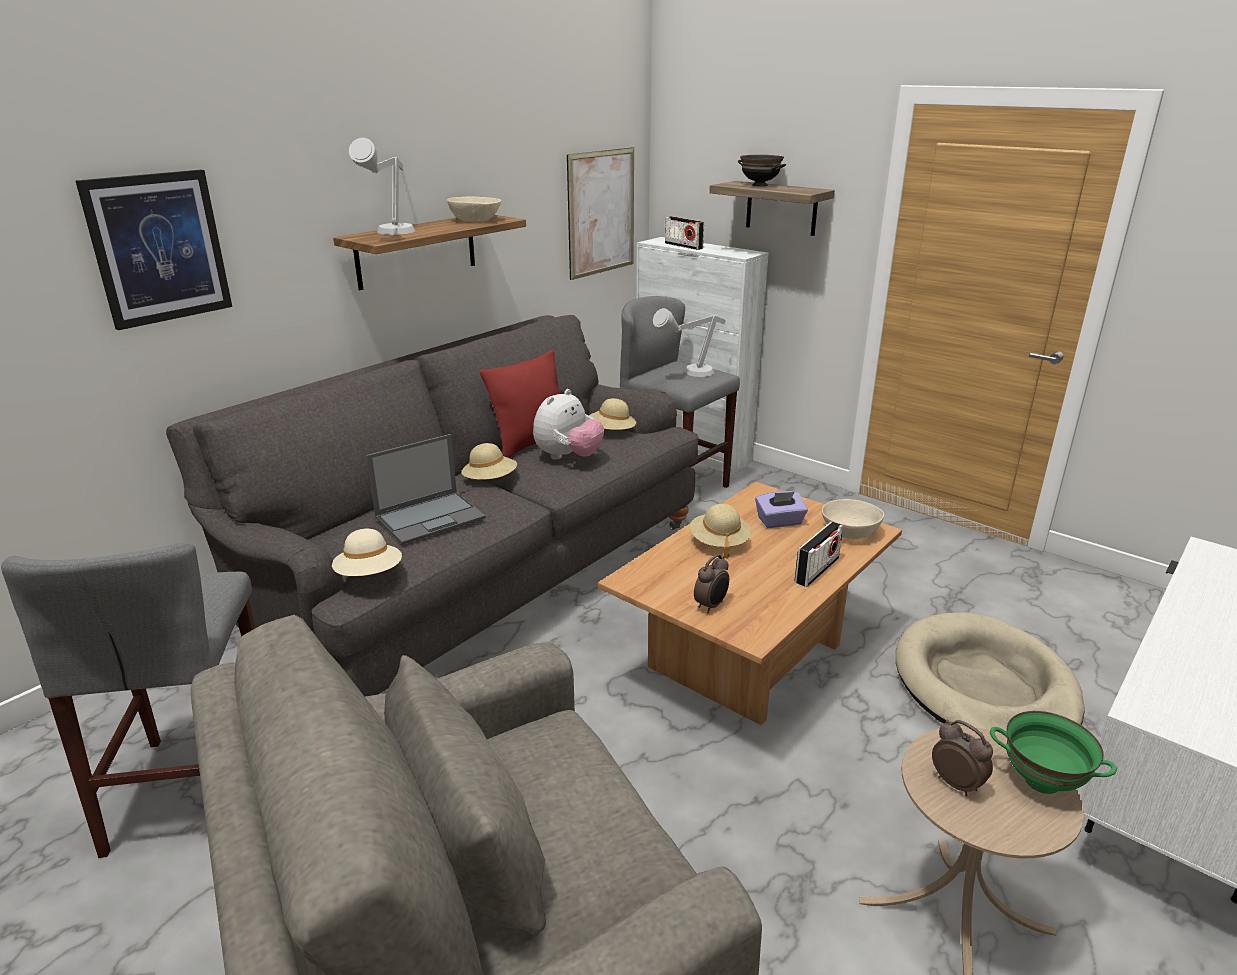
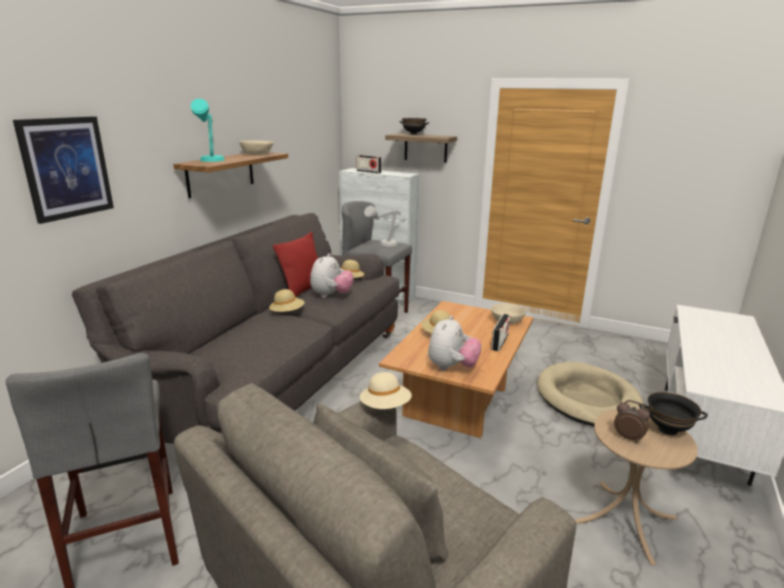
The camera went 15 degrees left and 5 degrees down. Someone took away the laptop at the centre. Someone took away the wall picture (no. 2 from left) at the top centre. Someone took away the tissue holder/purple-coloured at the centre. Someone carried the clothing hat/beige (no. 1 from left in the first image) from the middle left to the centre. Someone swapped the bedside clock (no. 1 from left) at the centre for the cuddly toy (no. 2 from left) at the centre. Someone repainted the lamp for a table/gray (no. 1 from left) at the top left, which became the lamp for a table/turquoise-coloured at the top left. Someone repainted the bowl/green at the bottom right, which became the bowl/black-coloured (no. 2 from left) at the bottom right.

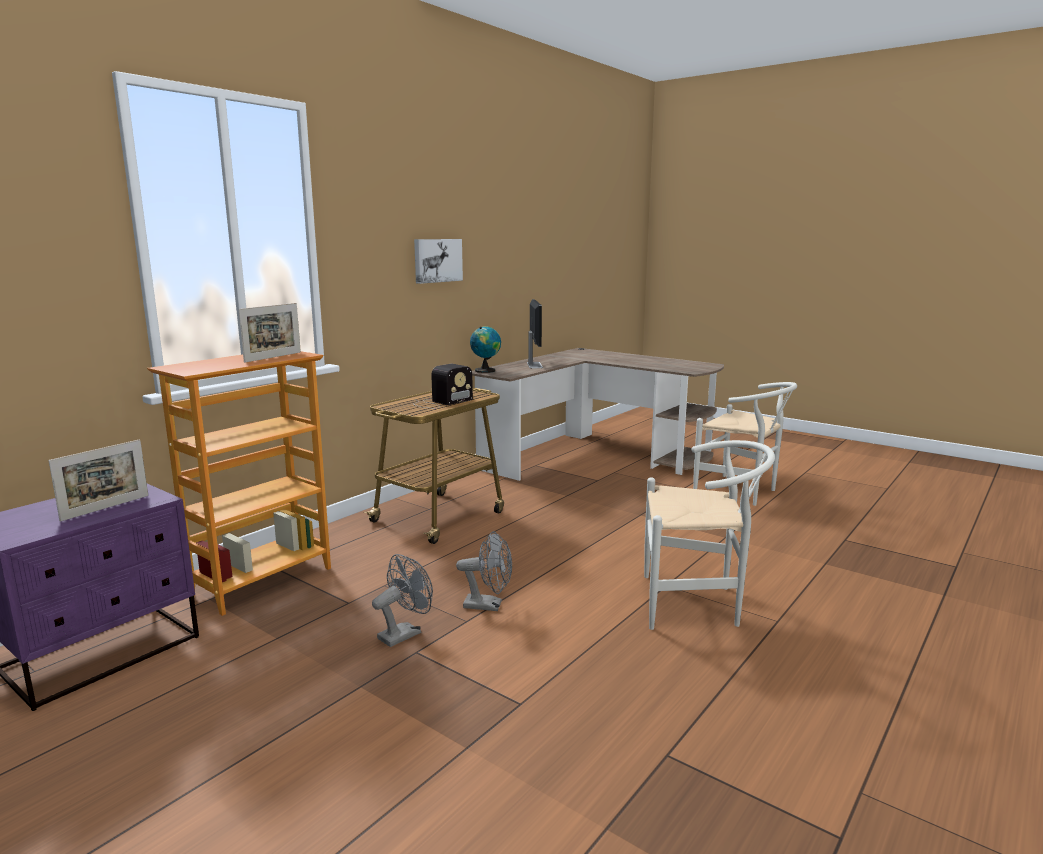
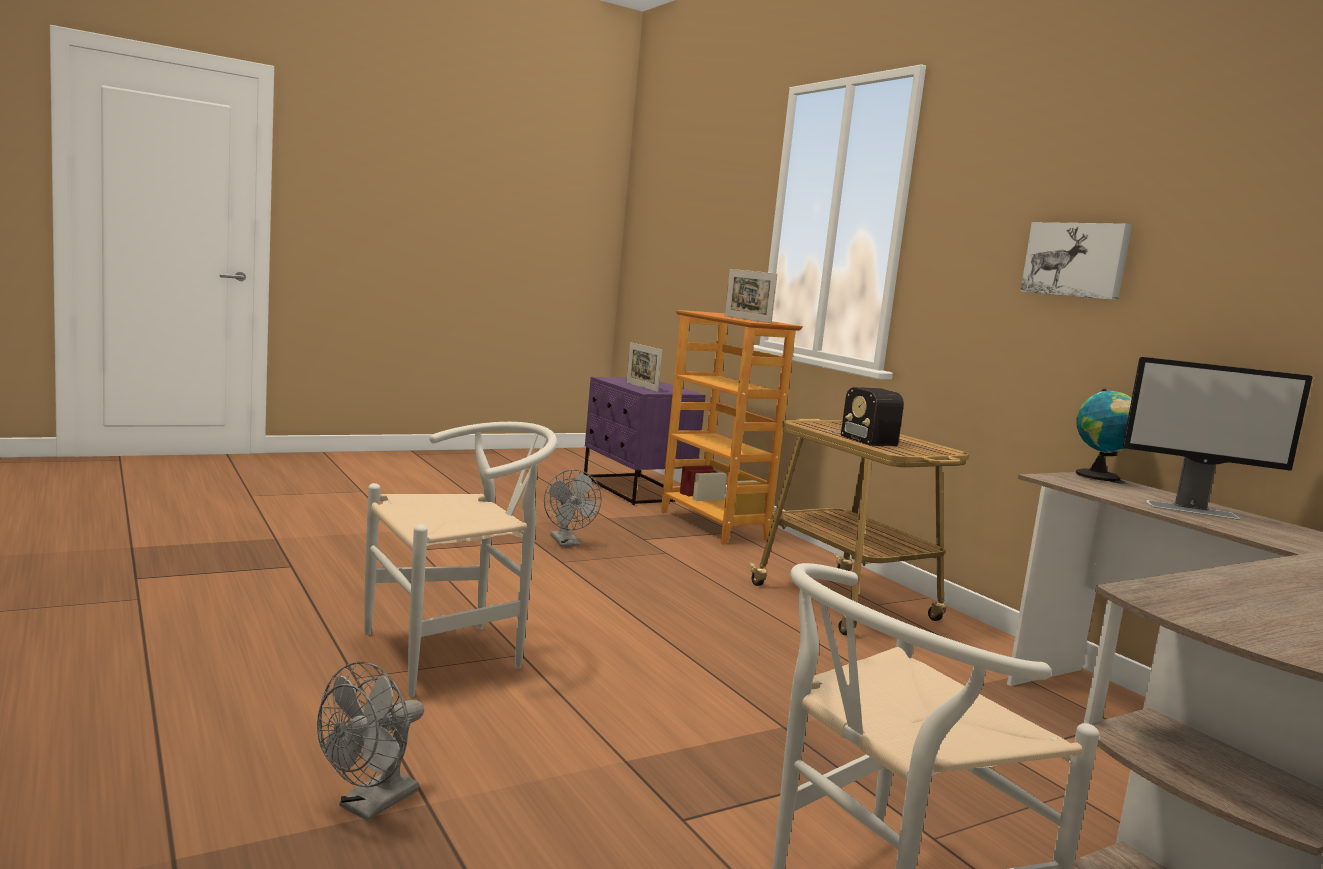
The camera went 110 degrees right and 5 degrees down. Someone carried the fan/gray (no. 2 from left in the first image) from the bottom centre to the bottom left. Someone rotated the plain chair/white (no. 1 from left) at the middle right by 150 degrees counterclockwise.

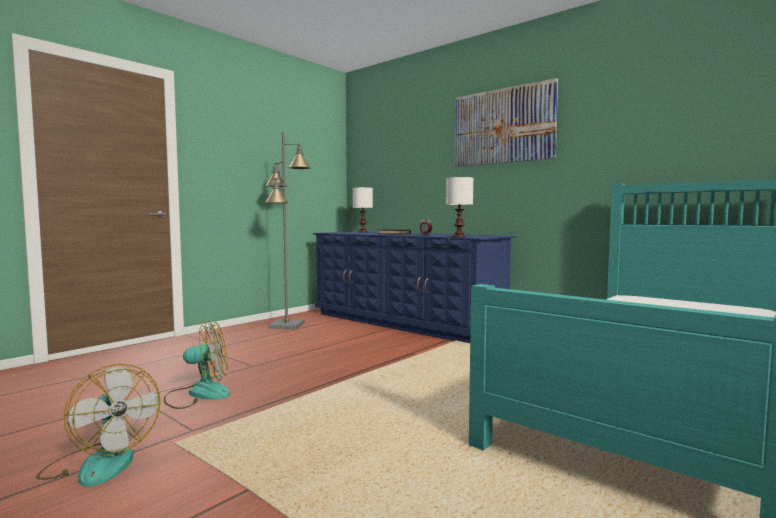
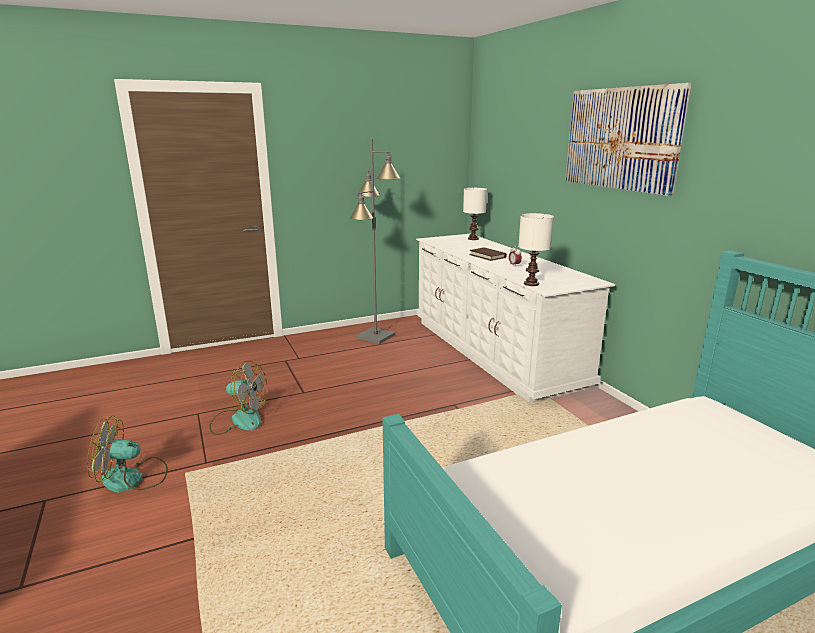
The camera went 25 degrees right and 15 degrees up. Someone repainted the dresser/blue at the centre, which became the dresser/white at the centre. Someone rotated the fan (no. 1 from left) at the bottom left by 105 degrees clockwise.

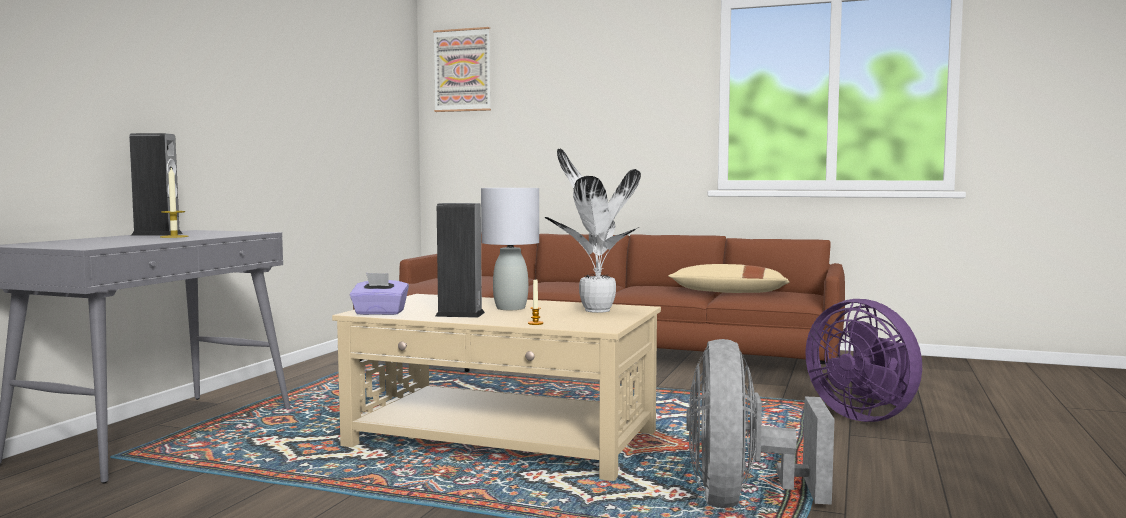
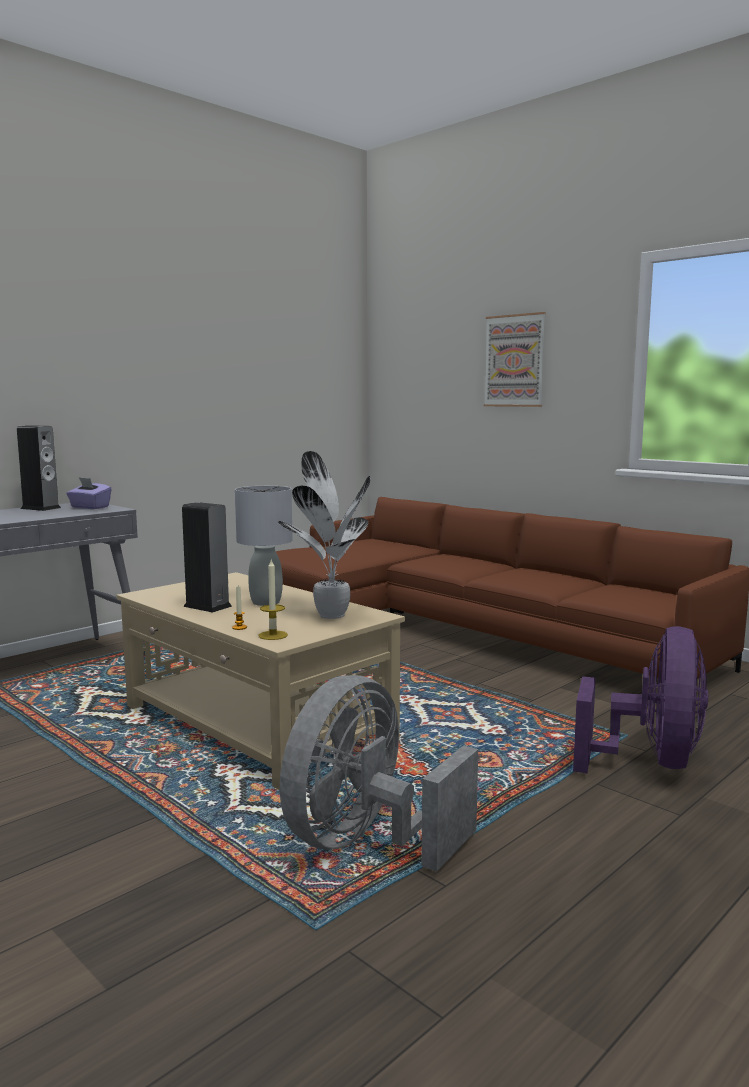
The camera went 25 degrees right and 5 degrees up. Someone took away the pillow/beige at the centre. Someone carried the candle (no. 1 from left in the first image) from the middle left to the centre. Someone carried the tissue holder/purple-coloured from the centre to the middle left. Someone carried the wall picture from the top centre to the top right. Someone rotated the fan/purple-coloured at the bottom right by 150 degrees counterclockwise.

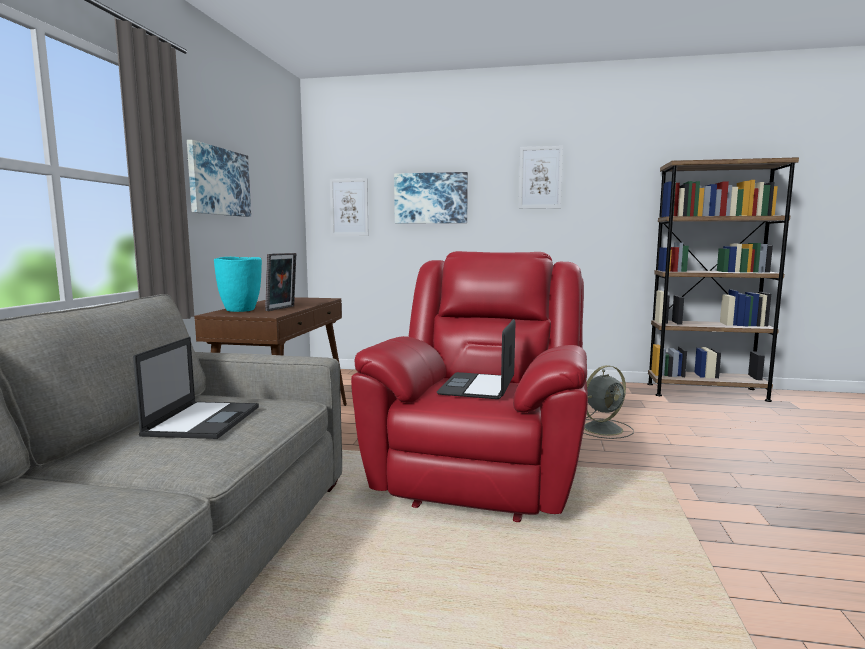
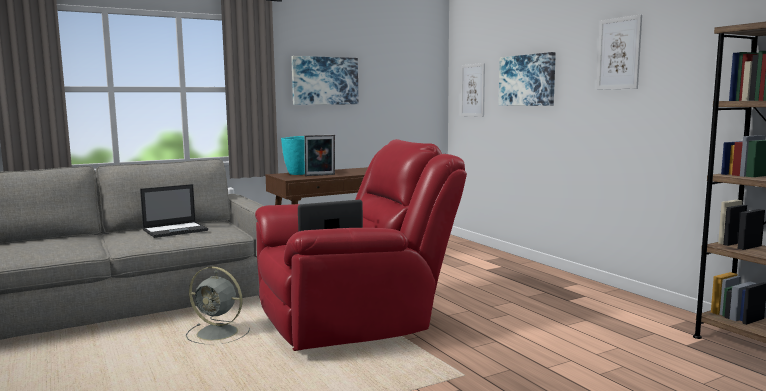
The camera went 50 degrees right and 0 degrees up. Someone carried the fan/gray from the middle right to the bottom left.

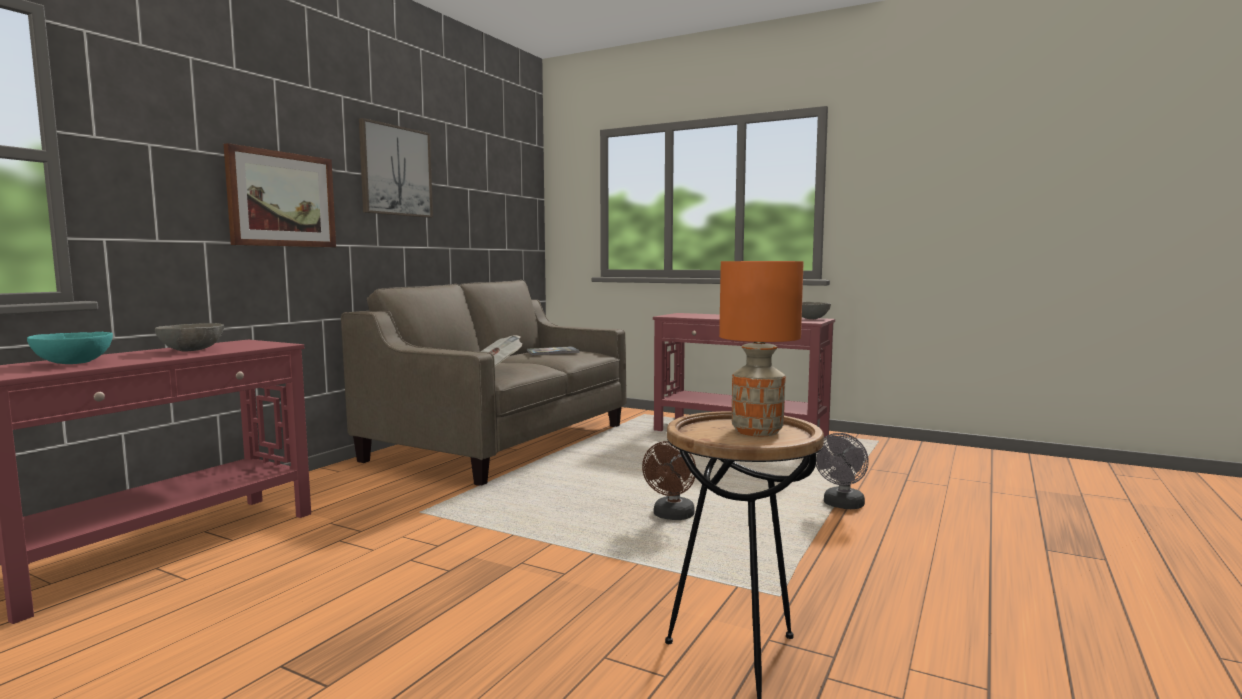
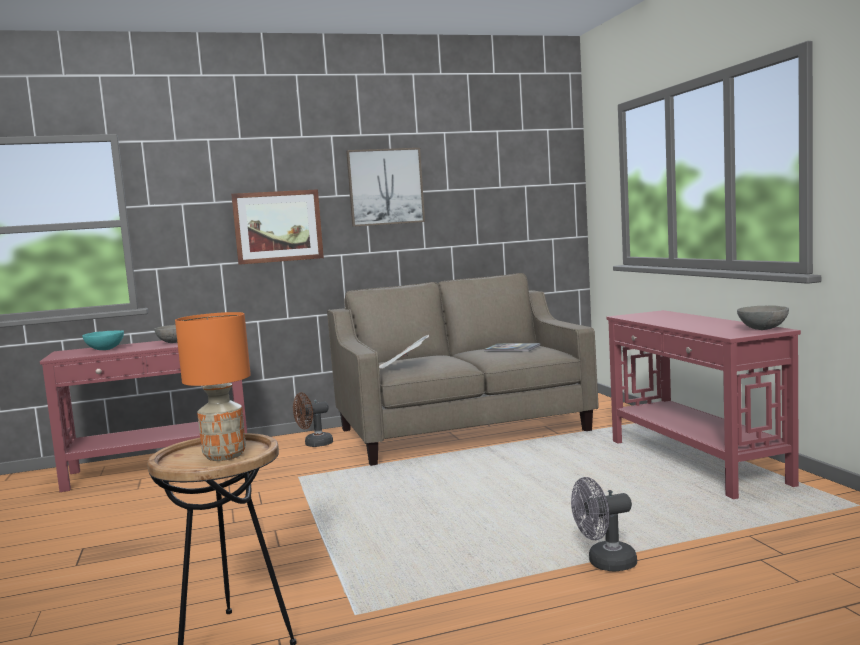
The camera went 45 degrees right and 0 degrees up. Someone carried the fan/brown from the bottom centre to the centre.

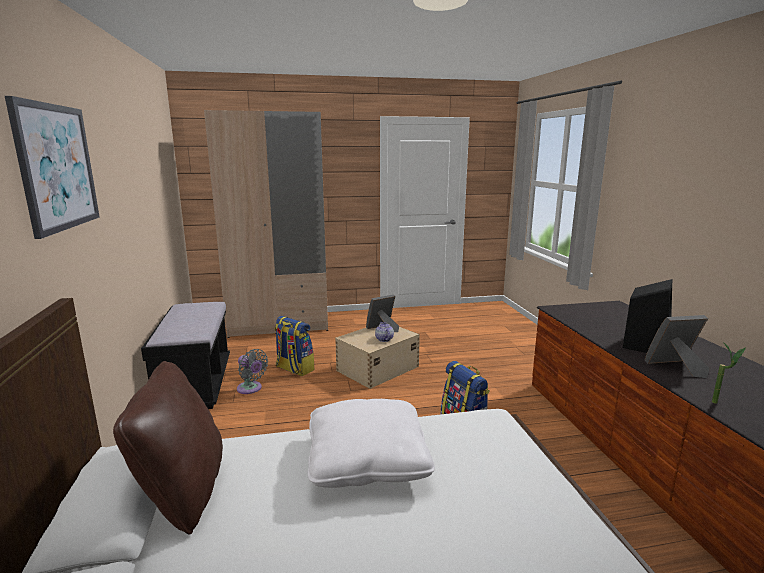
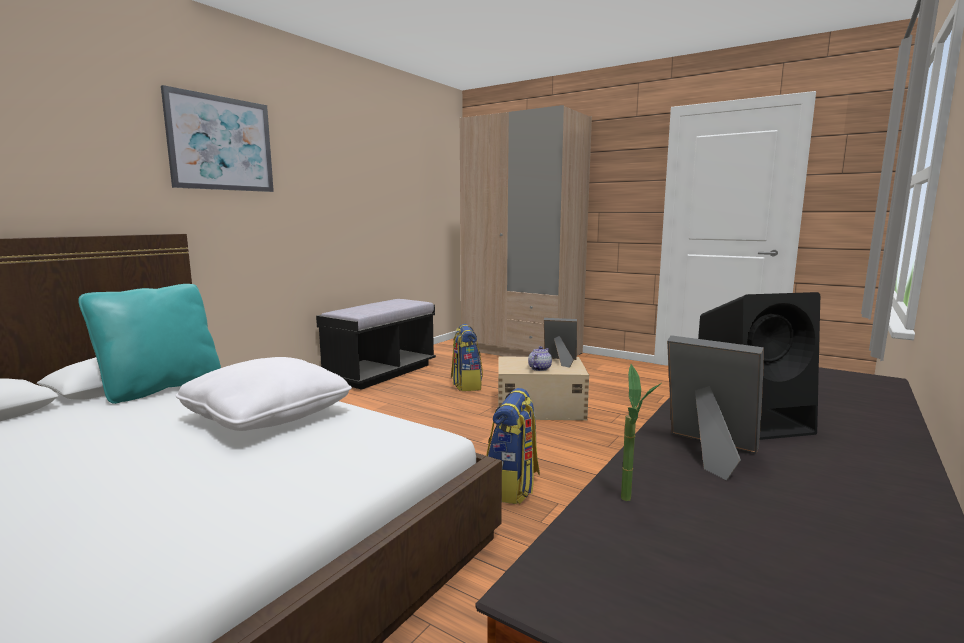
The camera went 45 degrees right and 5 degrees down. Someone took away the fan/gray at the middle left. Someone repainted the pillow/brown at the bottom left, which became the pillow/turquoise-coloured at the middle left.

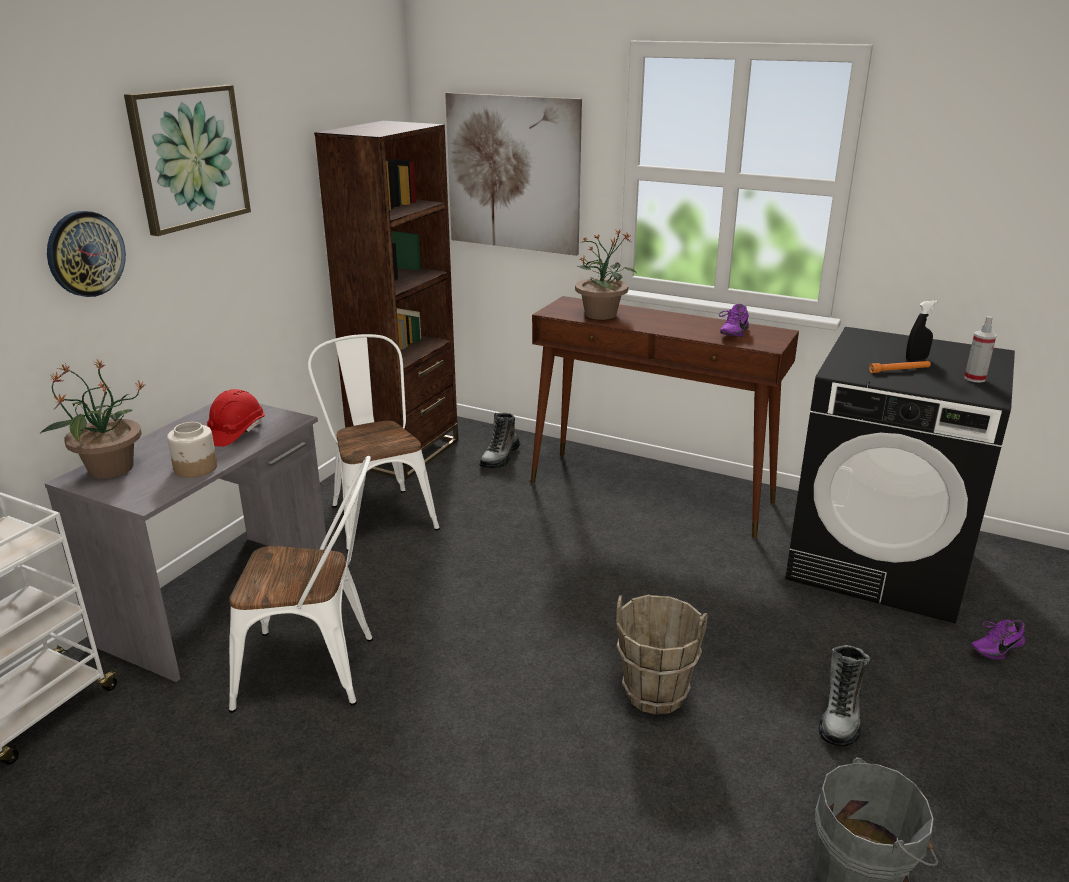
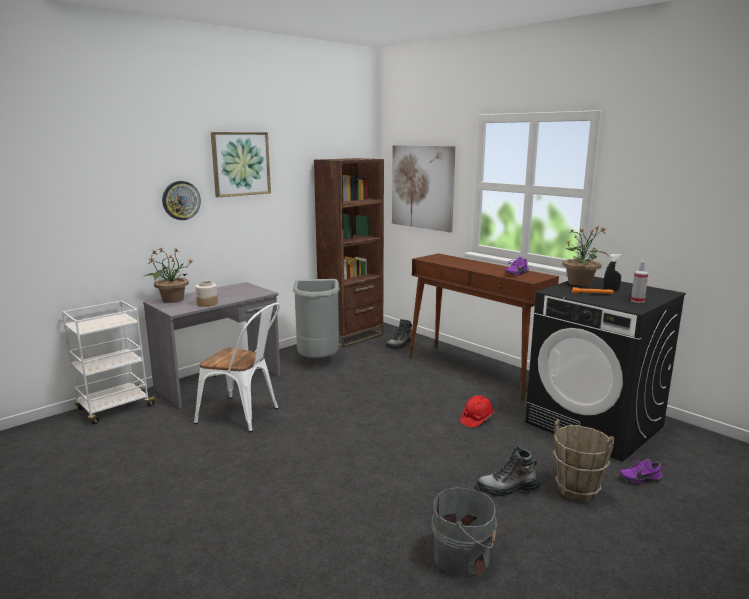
The camera went 20 degrees right and 10 degrees down. Someone carried the safety helmet/red-coloured from the middle left to the bottom centre. Someone carried the houseplant (no. 2 from left) from the top centre to the middle right. Someone carried the bucket/brown from the bottom centre to the bottom right. Someone swapped the plain chair/white (no. 2 from left) at the centre for the rubbish bin/gray at the centre. Someone rotated the boot (no. 2 from left) at the bottom right by 45 degrees clockwise.

